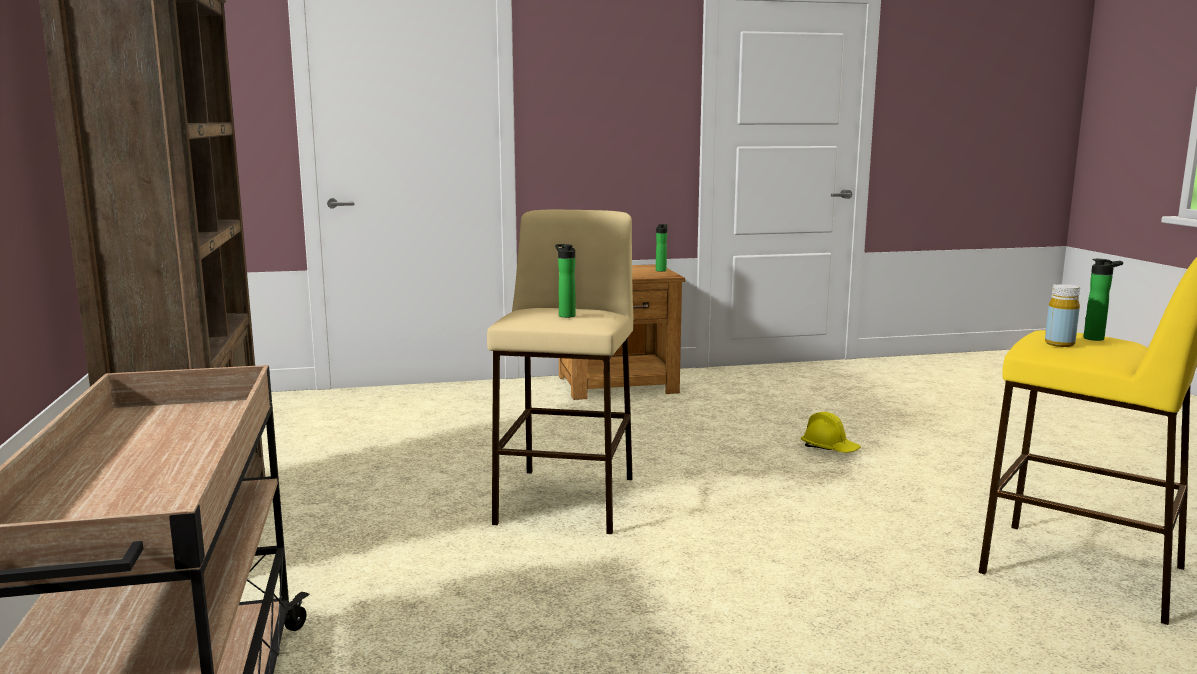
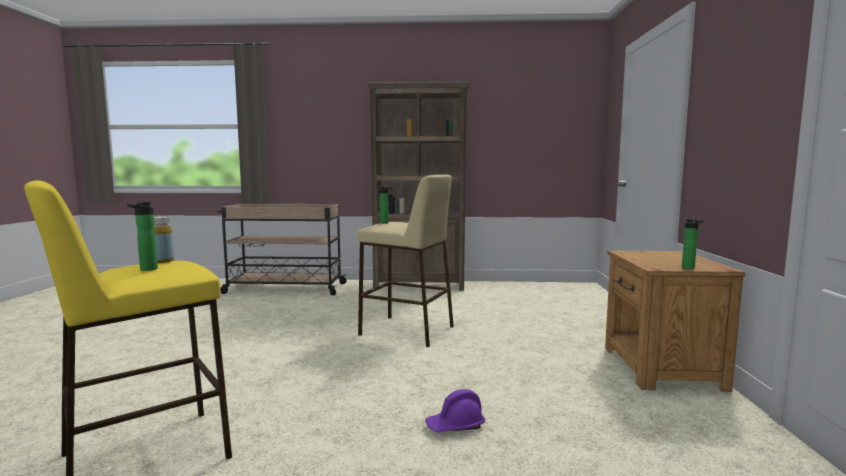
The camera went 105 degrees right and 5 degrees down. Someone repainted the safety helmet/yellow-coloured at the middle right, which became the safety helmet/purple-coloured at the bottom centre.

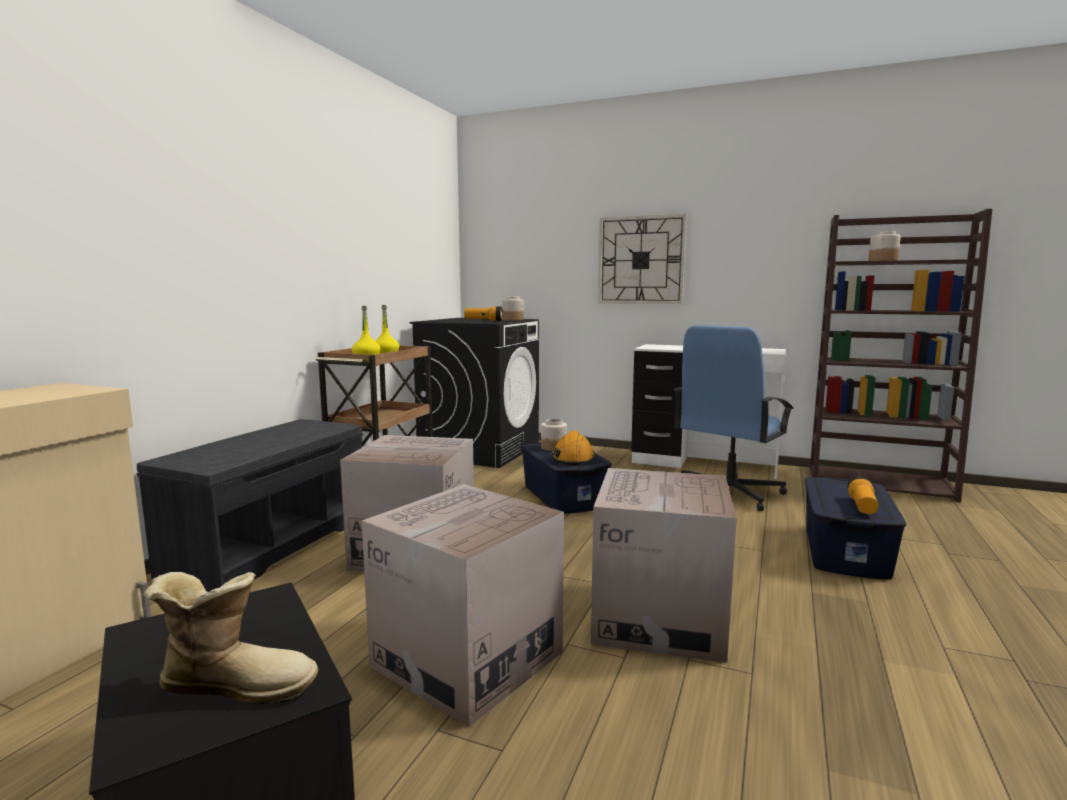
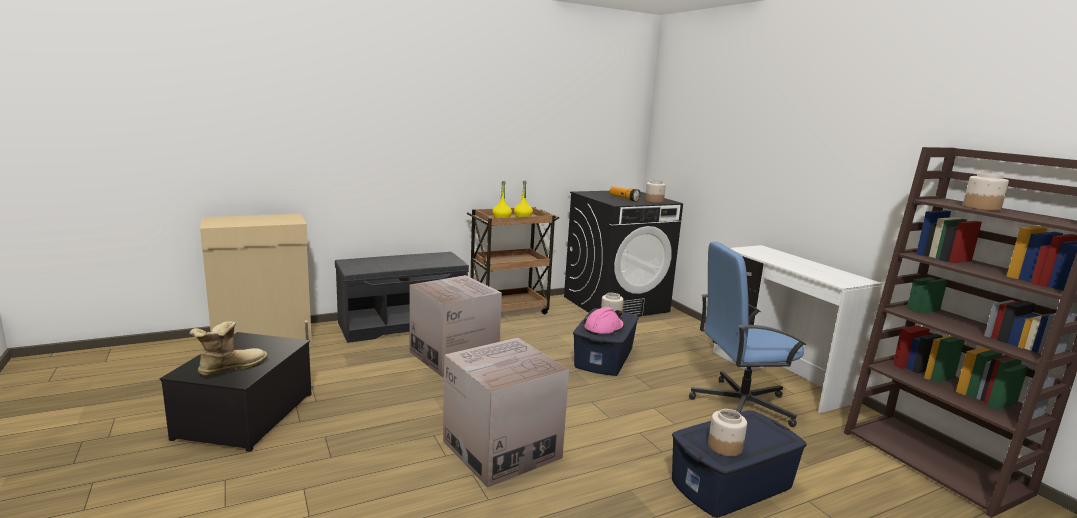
The camera went 40 degrees right and 5 degrees up. Someone took away the carton (no. 2 from left) at the bottom centre. Someone took away the clock on the wall at the top centre. Someone swapped the hand torch (no. 2 from left) at the middle right for the storage jar (no. 3 from left) at the bottom right. Someone repainted the safety helmet/orange at the centre, which became the safety helmet/pink-coloured at the centre. Someone rotated the boot at the bottom left by 90 degrees counterclockwise.

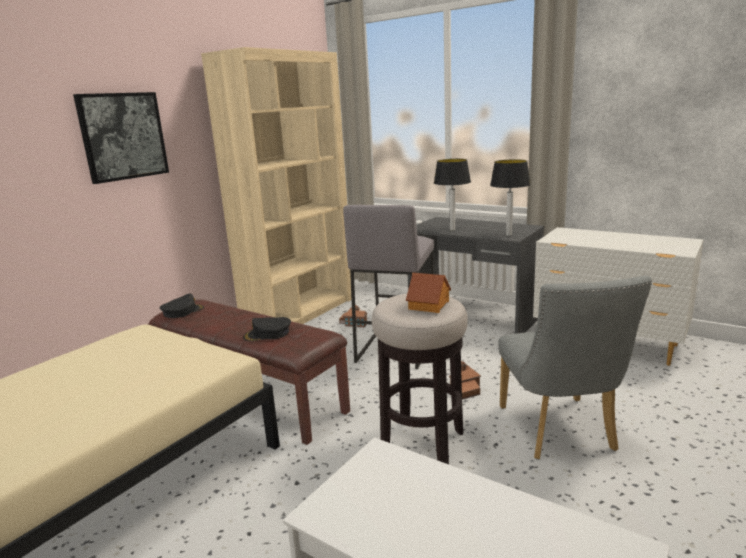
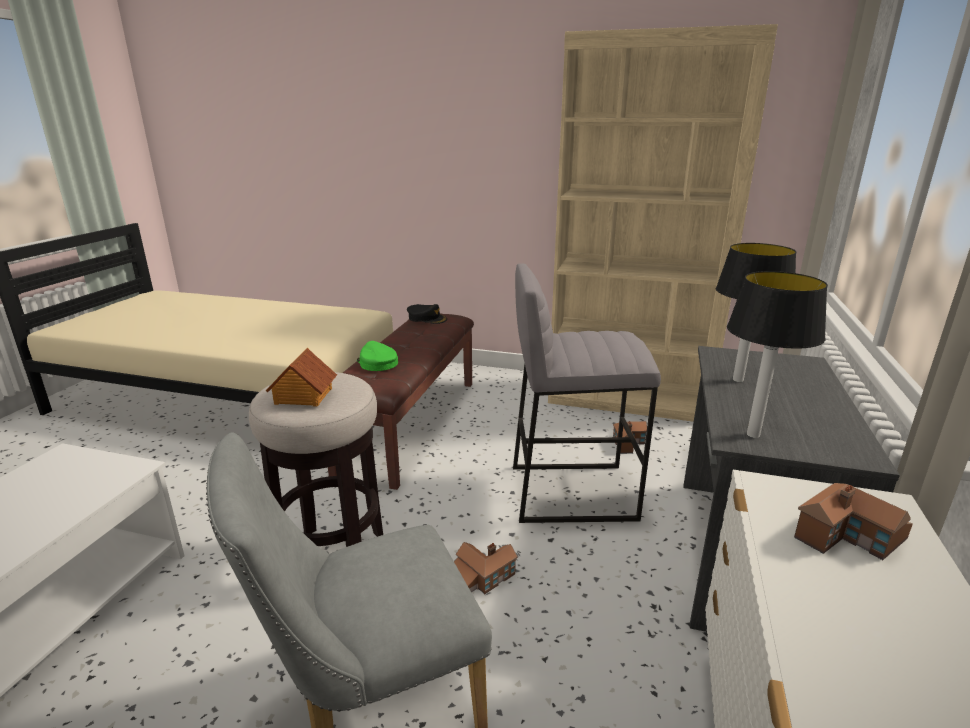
The camera went 70 degrees right and 5 degrees up. Someone took away the wall picture at the top left. Someone put down the model house (no. 4 from left) at the bottom right. Someone repainted the baseball cap/black-coloured (no. 2 from left) at the centre, which became the baseball cap/green at the centre.

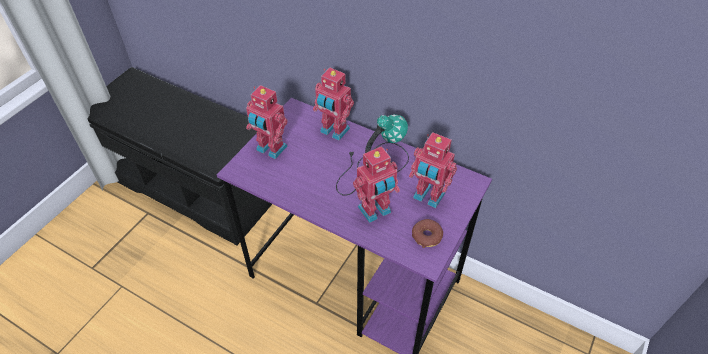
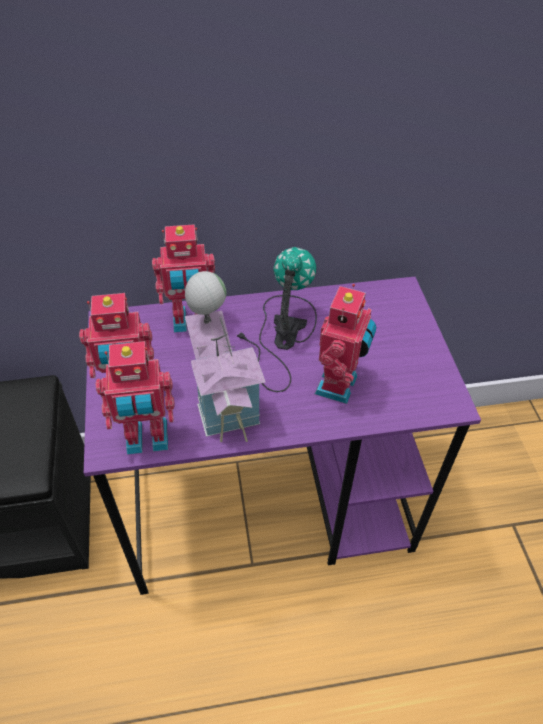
The camera went 40 degrees left and 0 degrees up. Someone took away the donut at the centre. Someone put down the model house at the centre. Someone carried the robot figure (no. 4 from left in the first image) from the centre to the middle left.

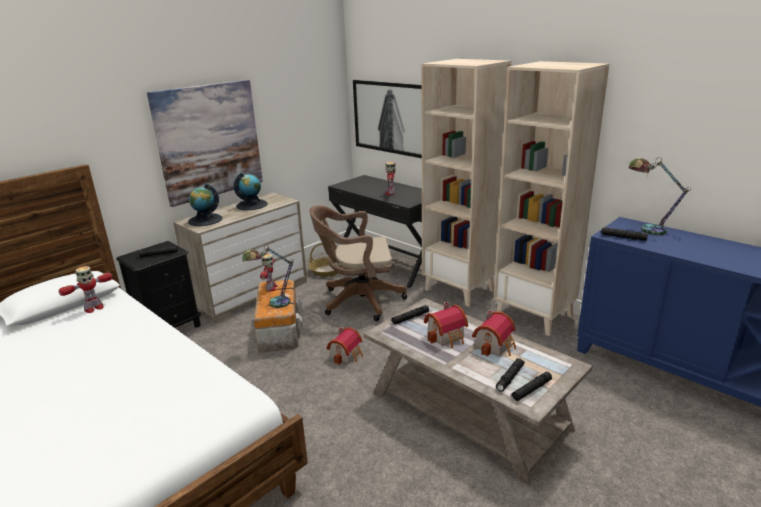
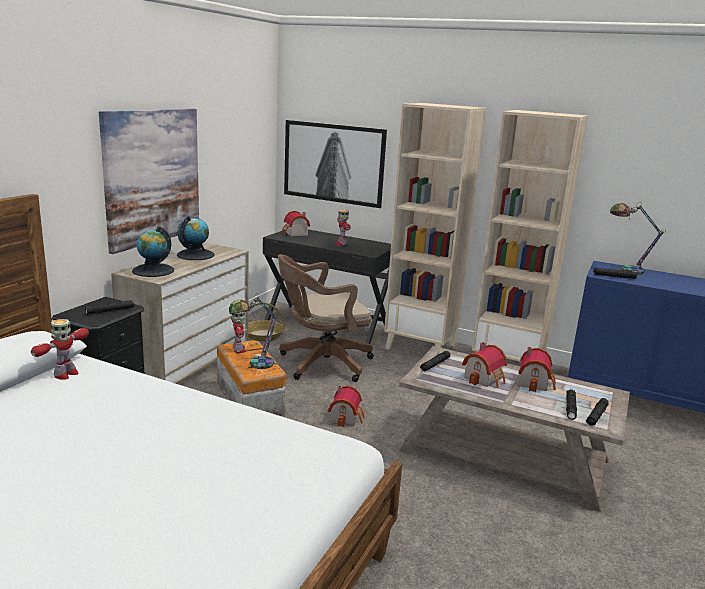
The camera went 20 degrees left and 5 degrees down. Someone put down the model house (no. 1 from left) at the centre.

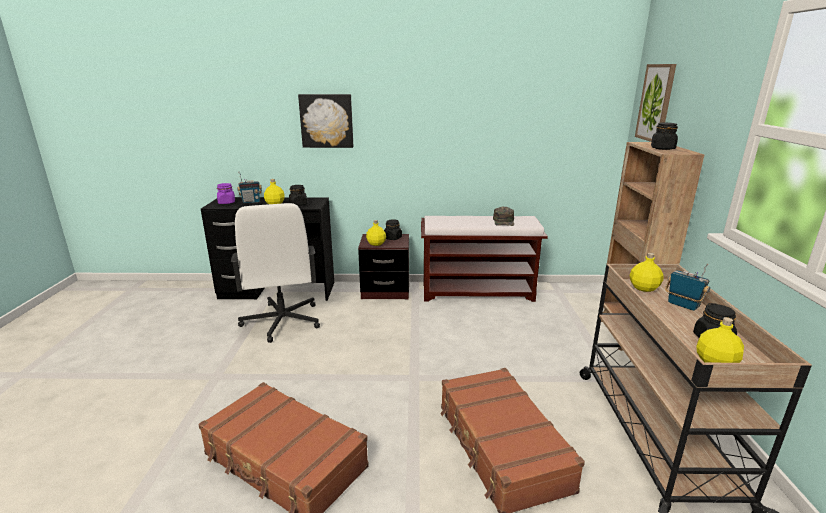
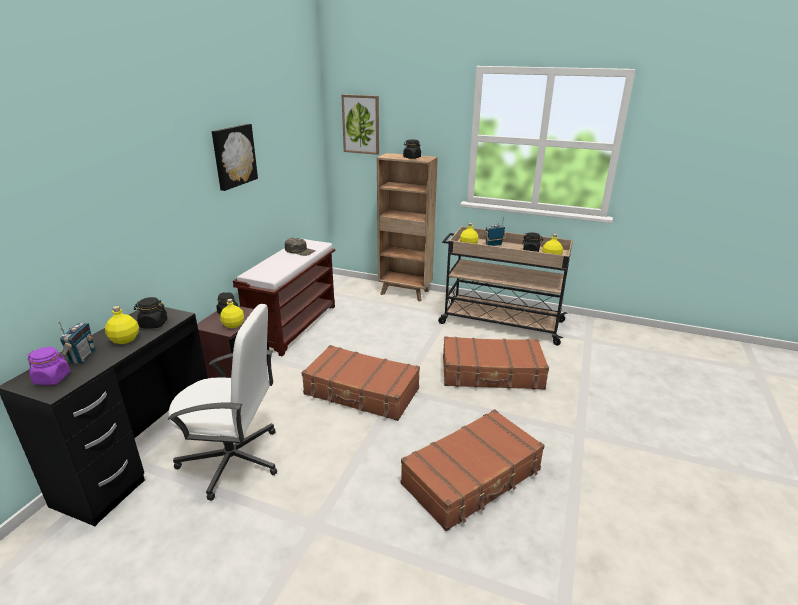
The camera went 70 degrees left and 5 degrees up. Someone put down the travel case/brown (no. 1 from left) at the centre. Someone carried the wall picture (no. 1 from left) from the top centre to the top left.

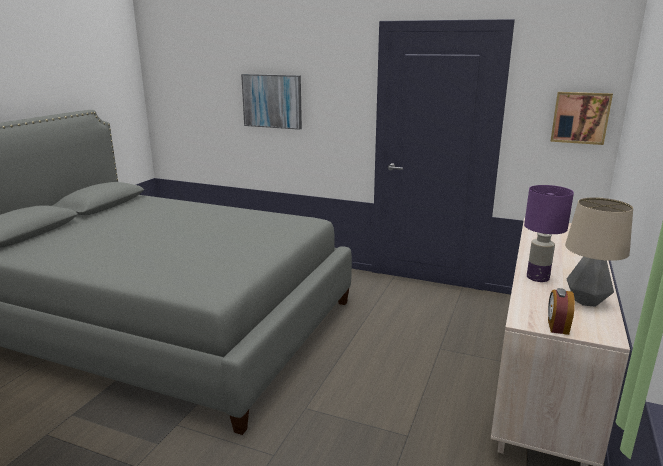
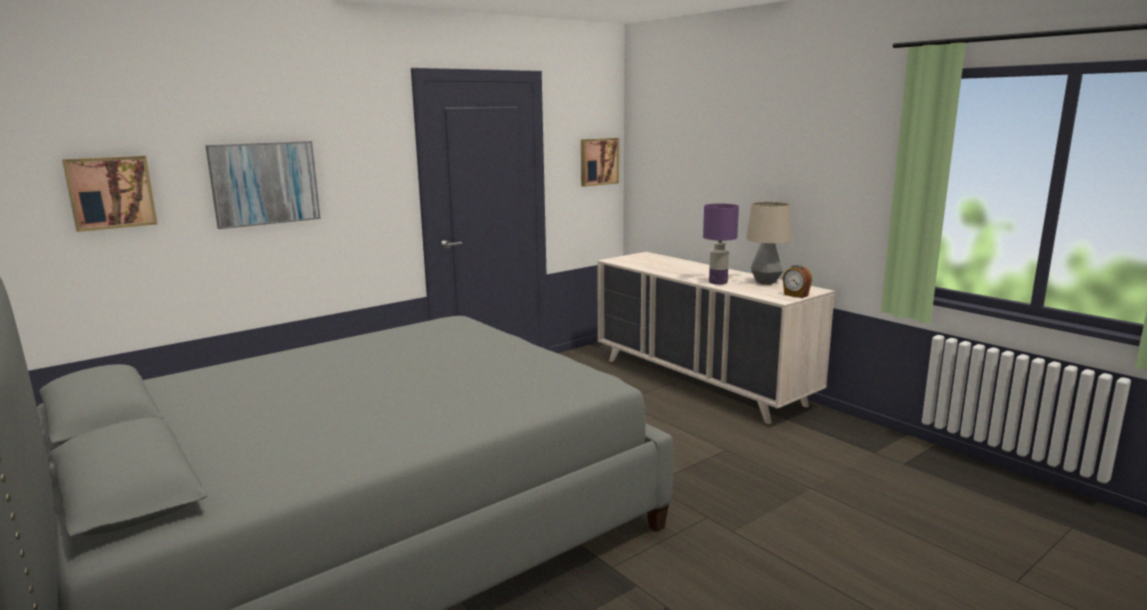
The camera went 60 degrees left and 5 degrees down. Someone put up the wall picture (no. 1 from left) at the top left.

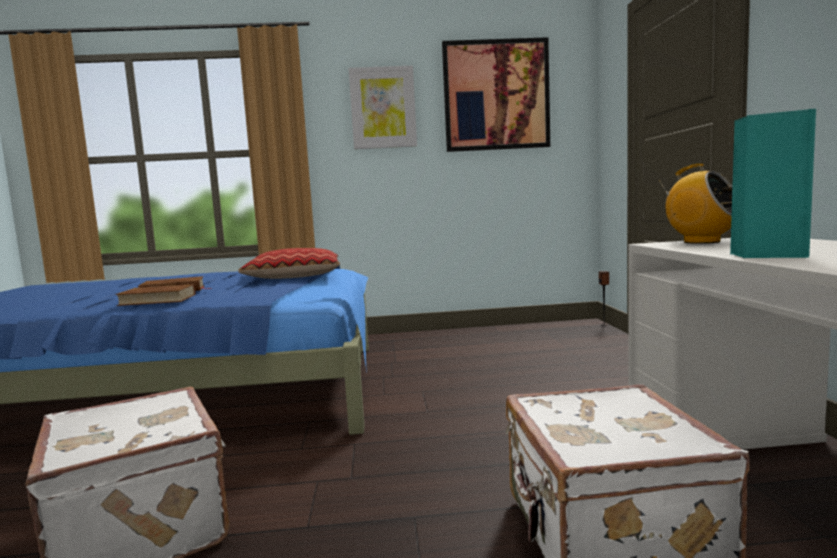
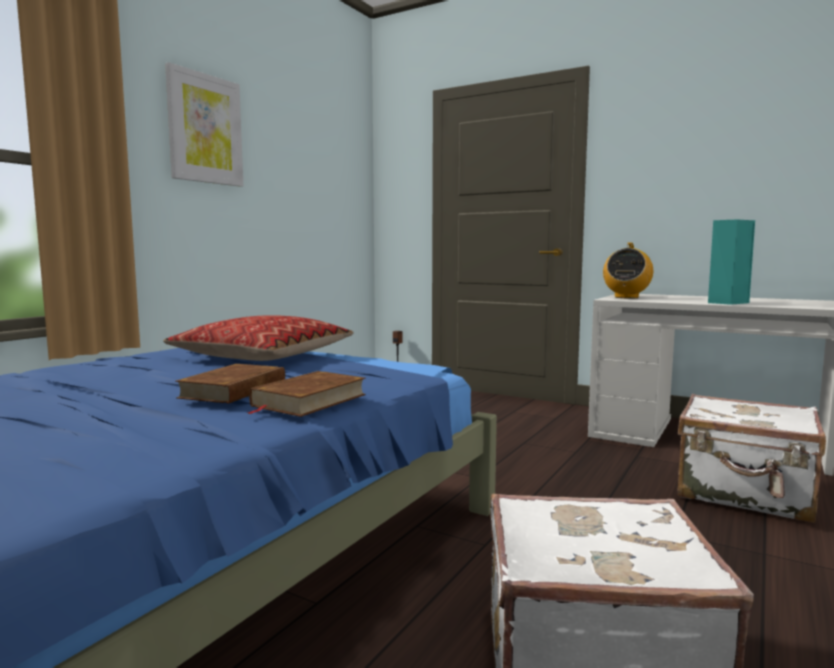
The camera went 55 degrees left and 0 degrees up. Someone took away the wall picture (no. 2 from left) at the top centre. Someone rotated the radio at the middle right by 120 degrees clockwise.

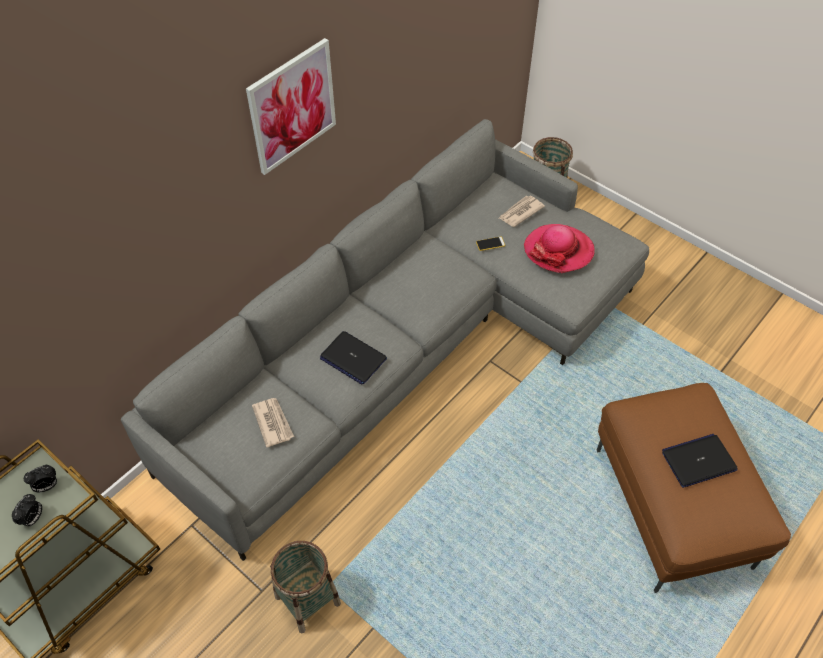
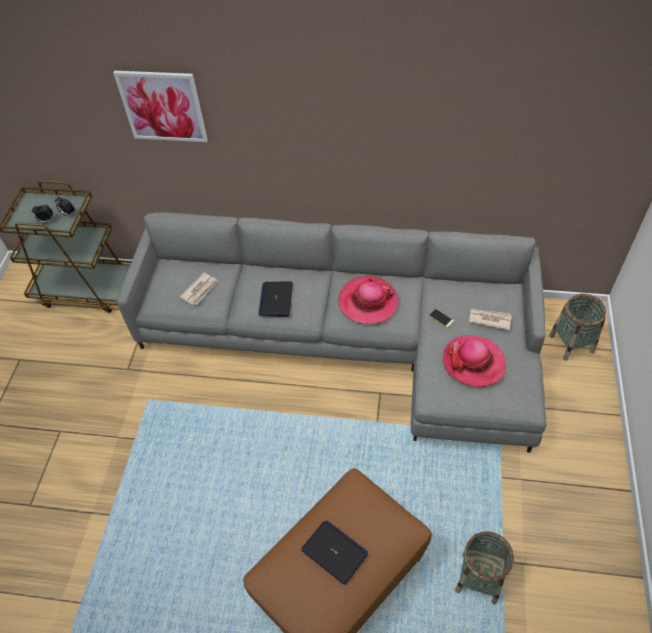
The camera went 60 degrees right and 0 degrees up. Someone put down the clothing hat (no. 1 from left) at the centre. Someone carried the wall picture from the top centre to the top left. Someone carried the storage basket (no. 1 from left) from the bottom centre to the bottom right.

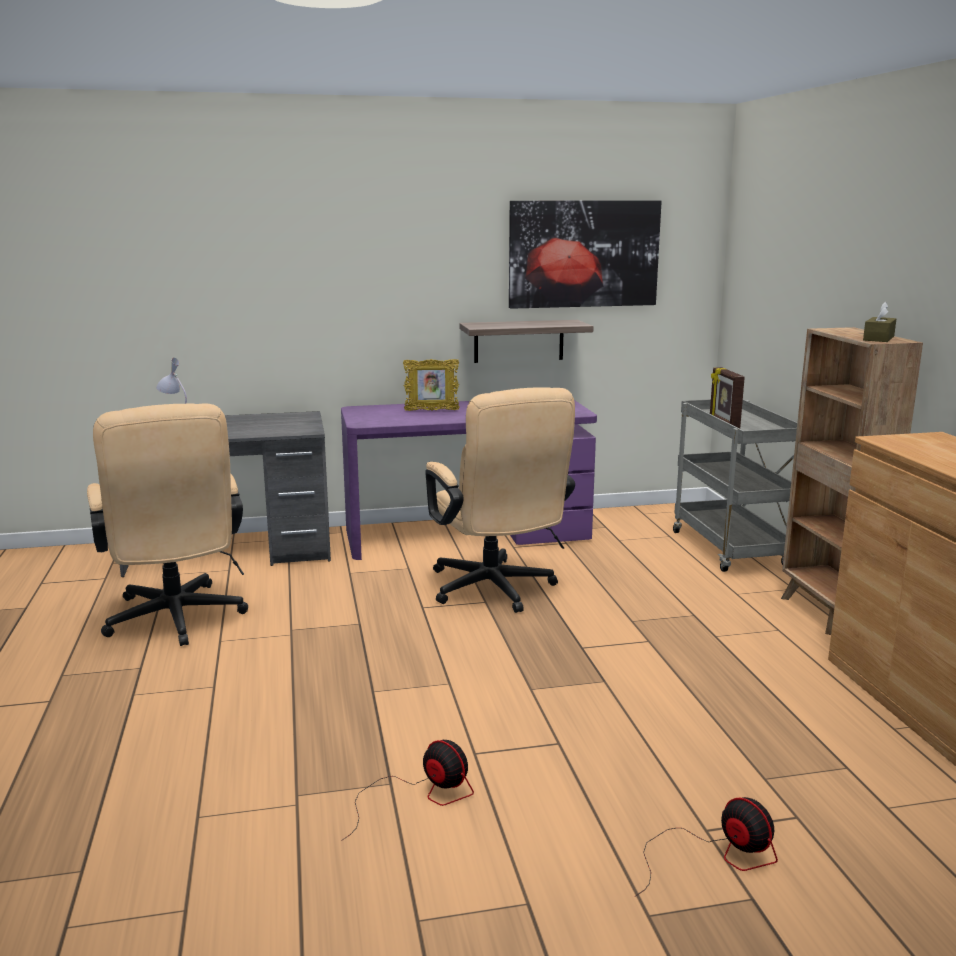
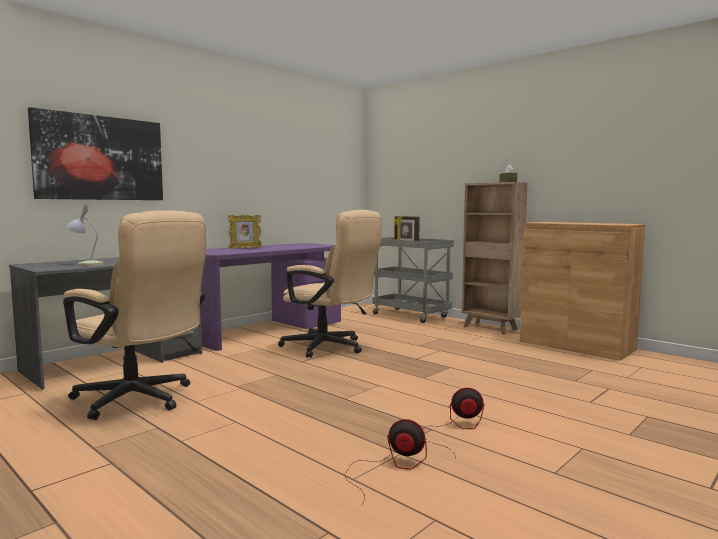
The camera went 35 degrees left and 10 degrees down. Someone took away the bracket shelf at the centre. Someone carried the wall picture from the top centre to the top left. Someone carried the fan (no. 2 from left in the first image) from the bottom right to the bottom centre.

